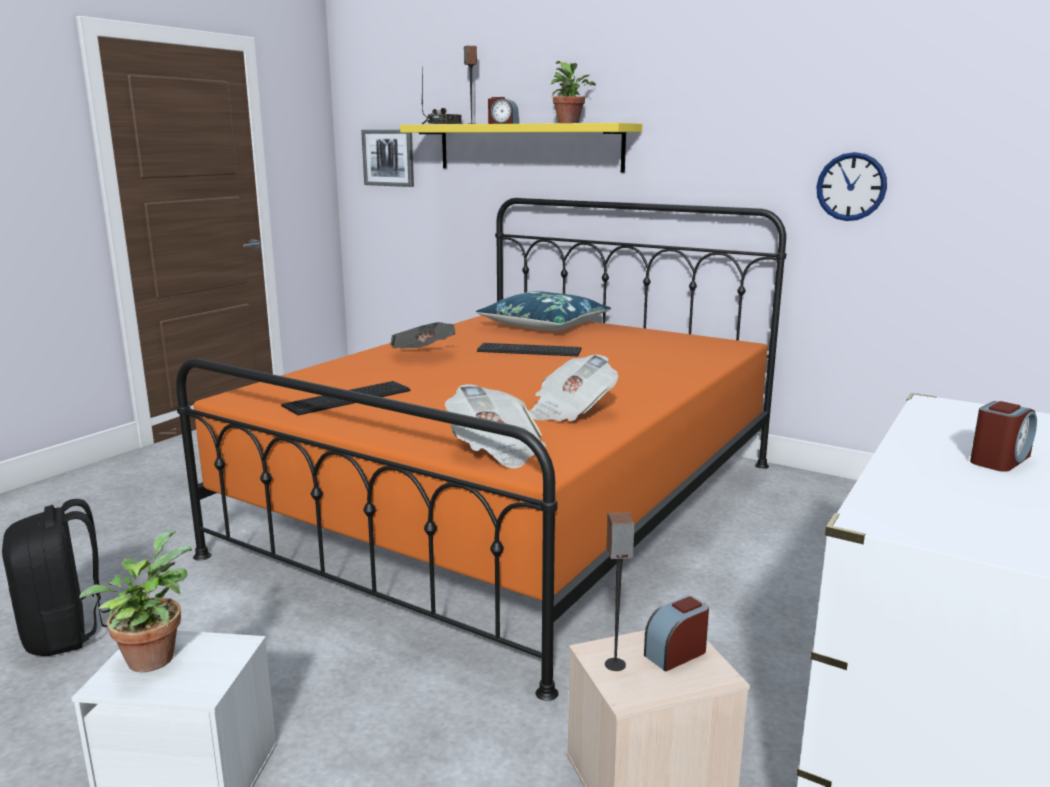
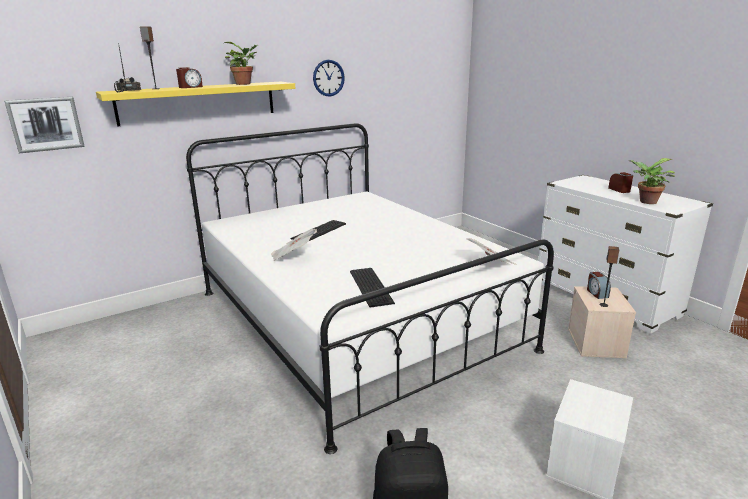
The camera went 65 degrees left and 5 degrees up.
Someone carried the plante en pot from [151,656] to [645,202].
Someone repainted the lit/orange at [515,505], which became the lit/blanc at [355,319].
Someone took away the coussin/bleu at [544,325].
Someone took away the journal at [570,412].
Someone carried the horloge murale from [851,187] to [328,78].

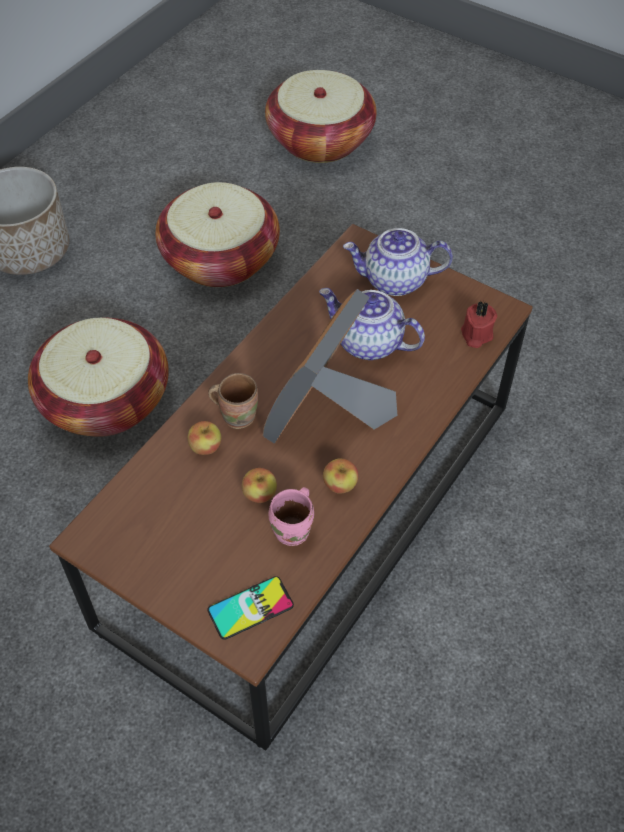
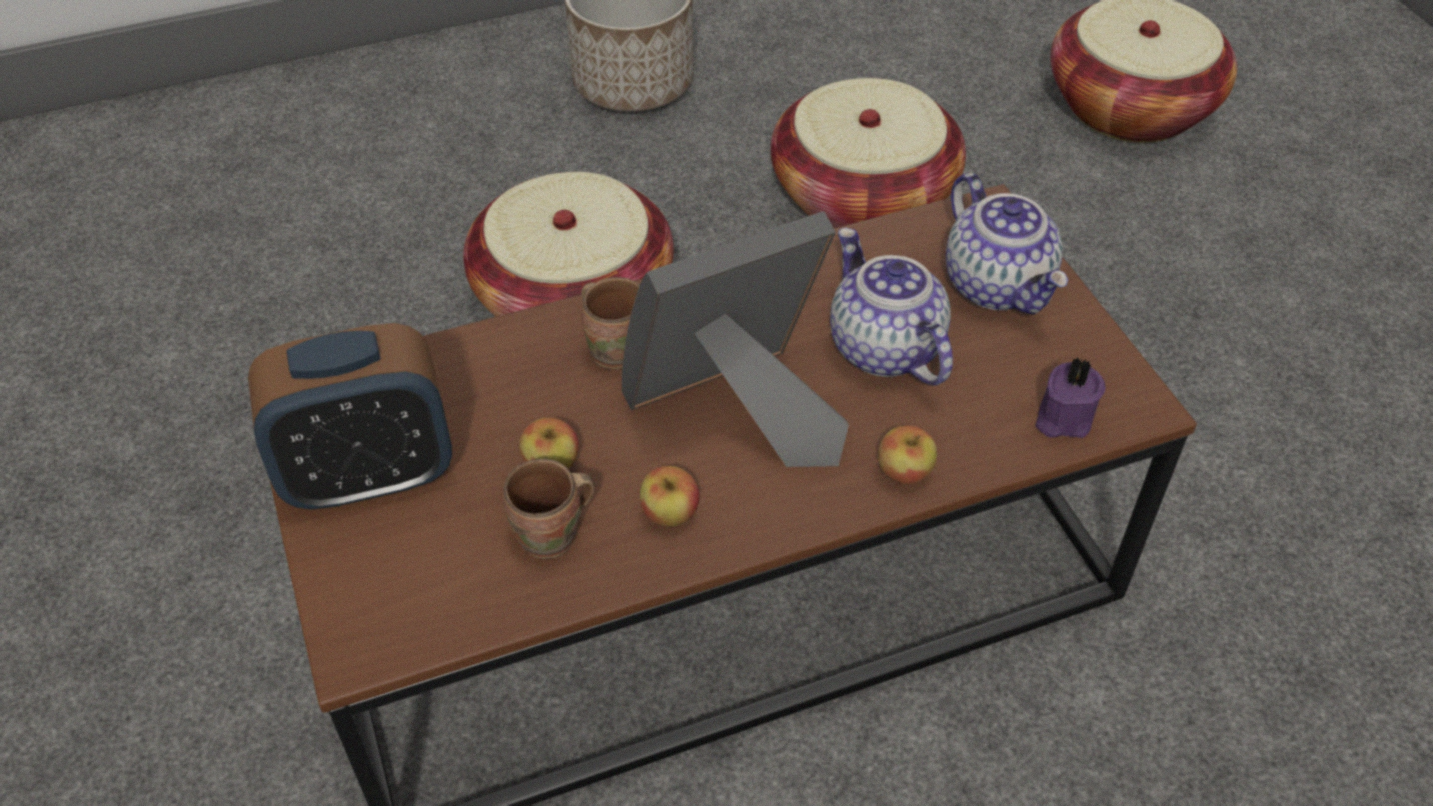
The camera went 35 degrees right and 5 degrees down.
Someone carried the pomme from [206,447] to [904,472].
Someone took away the téléphone at [250,608].
Someone repainted the mug/rose at [295,530], which became the mug/marron at [553,538].
Someone rotated the théière at [394,281] by 150 degrees counterclockwise.
Someone repainted the bougie/rouge at [475,335], which became the bougie/violet at [1062,418].
Someone put down the réveil at [369,476].

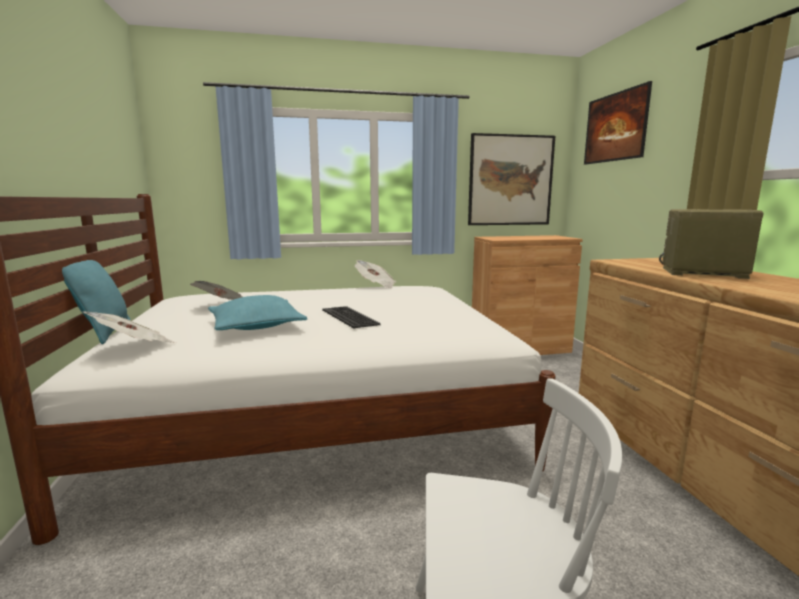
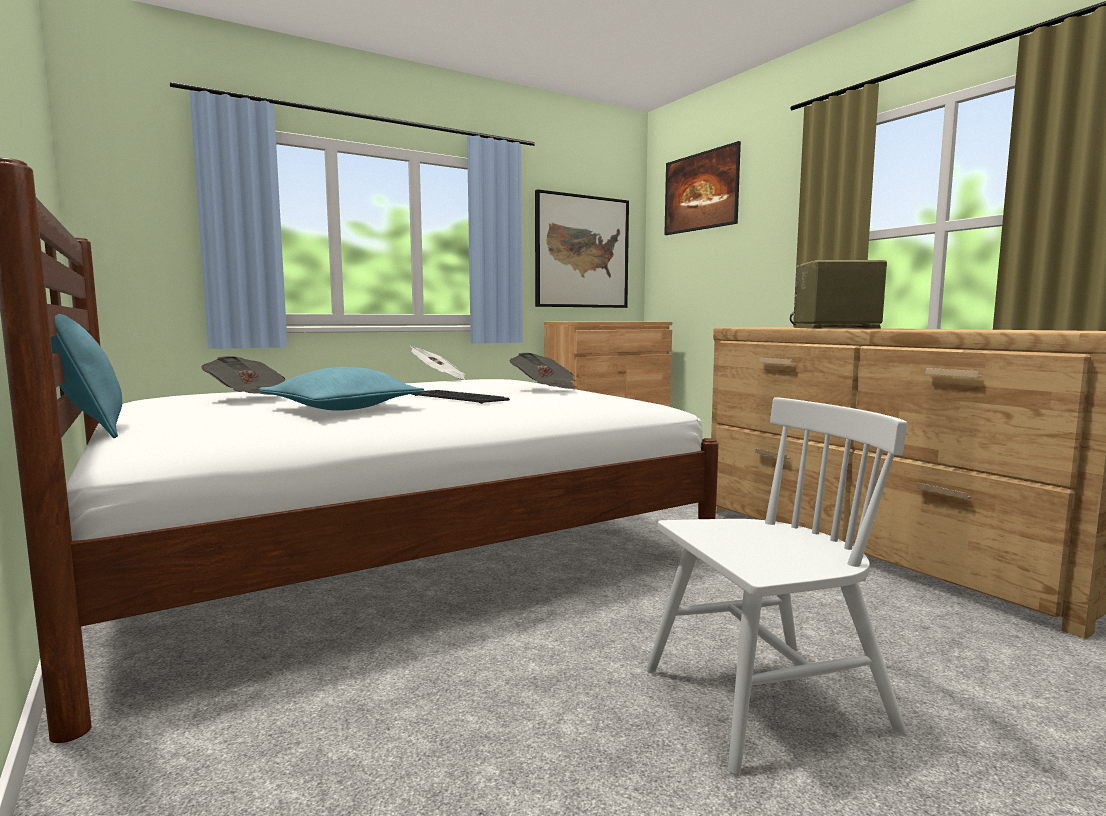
The camera went 20 degrees left and 5 degrees down.
Someone carried the journal from [135,346] to [546,391].

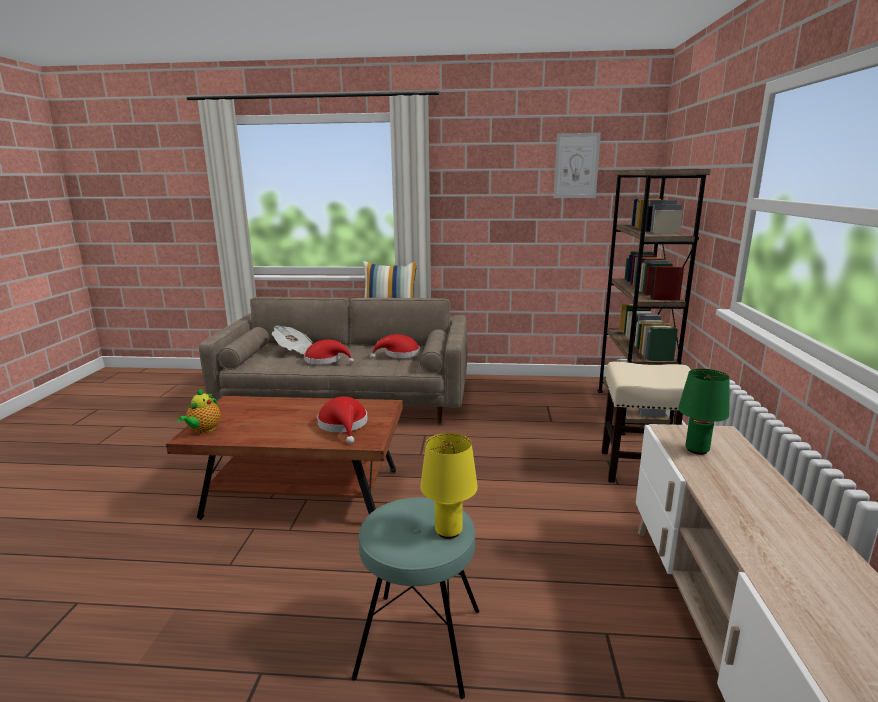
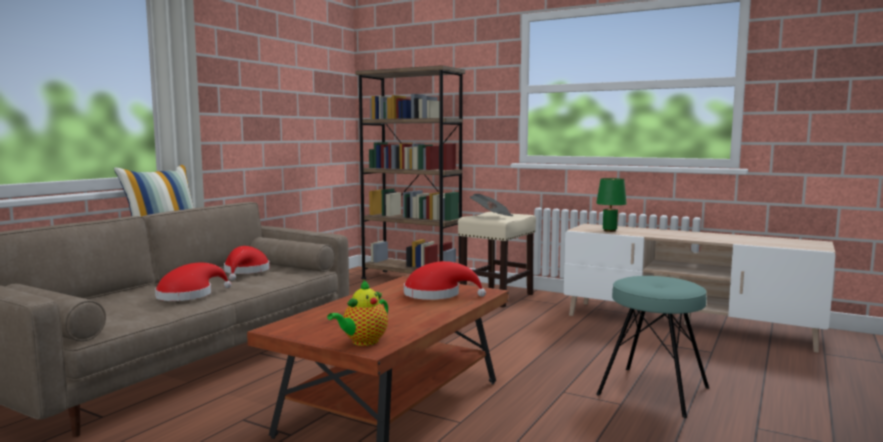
The camera went 65 degrees left and 10 degrees down.
Someone rotated the théière at [203,430] by 90 degrees clockwise.
Someone carried the journal from [295,351] to [492,217].
Someone took away the lampe de table/jaune at [449,531].
Someone took away the tableau at [576,166].

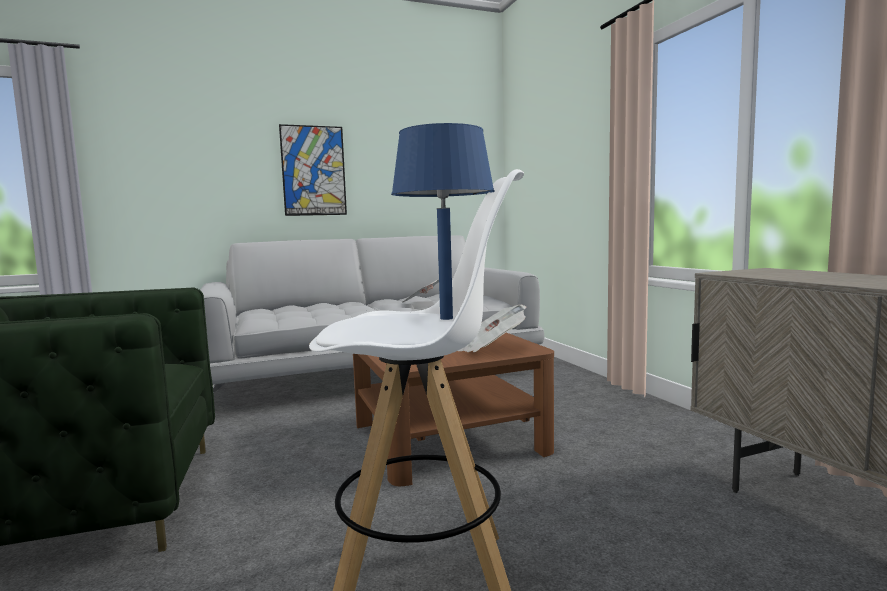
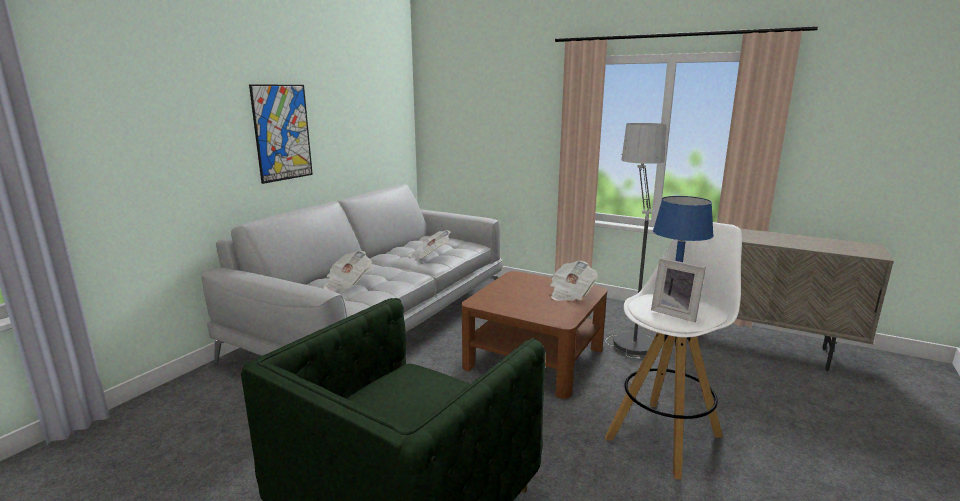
The camera went 40 degrees left and 10 degrees up.
Someone put down the journal at [347,283].
Someone put down the lampadaire at [629,332].
Someone put down the cadre photo at [675,313].

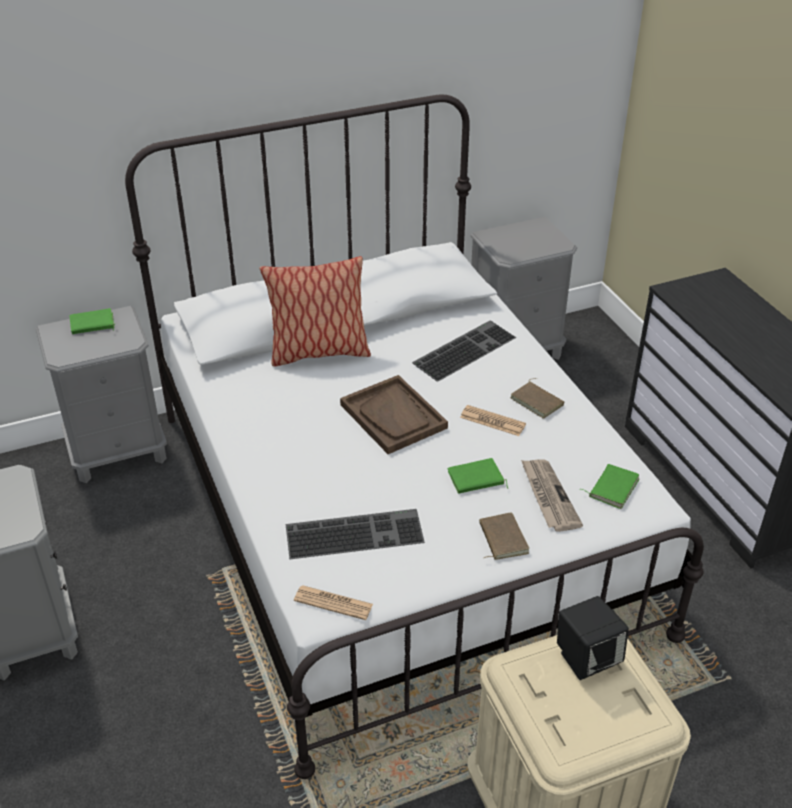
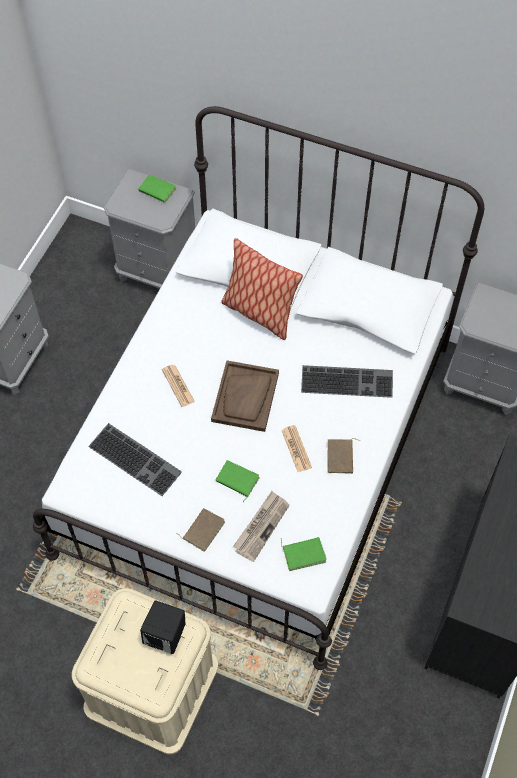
The camera went 45 degrees right and 20 degrees up.
Someone carried the journal from [333,603] to [178,386].

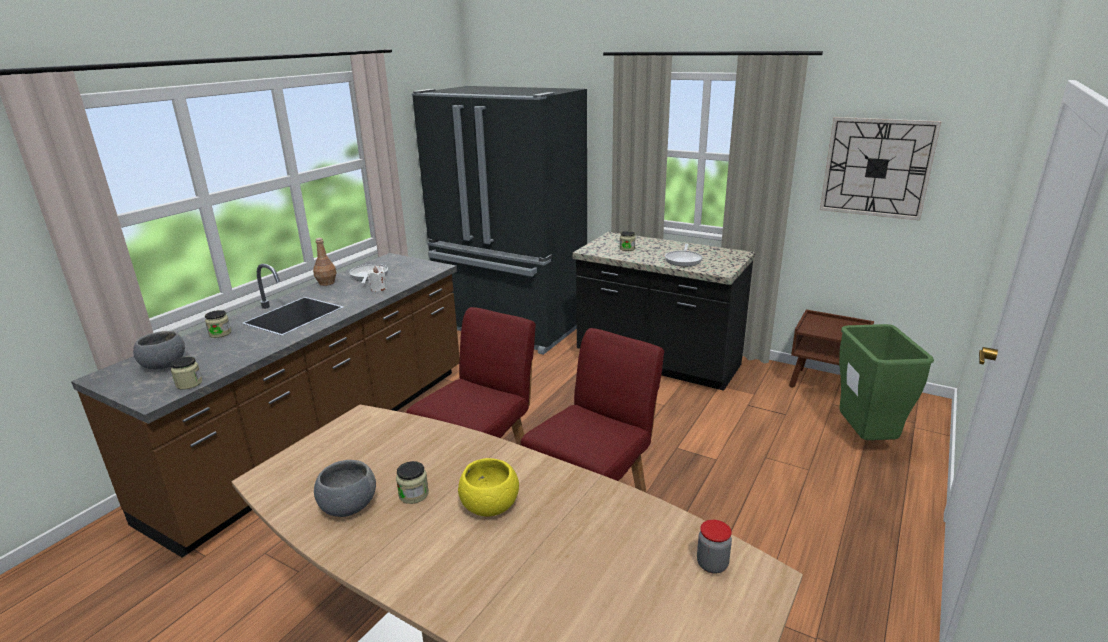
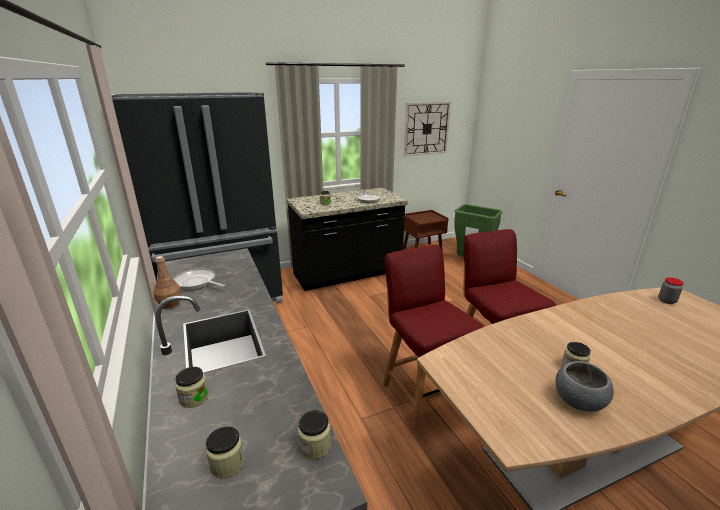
The camera went 55 degrees left and 0 degrees up.
Someone swapped the bol/gris at [164,365] for the bocal at [227,463].
Someone took away the bougie/blanc at [378,289].
Someone took away the bol/jaune at [490,505].

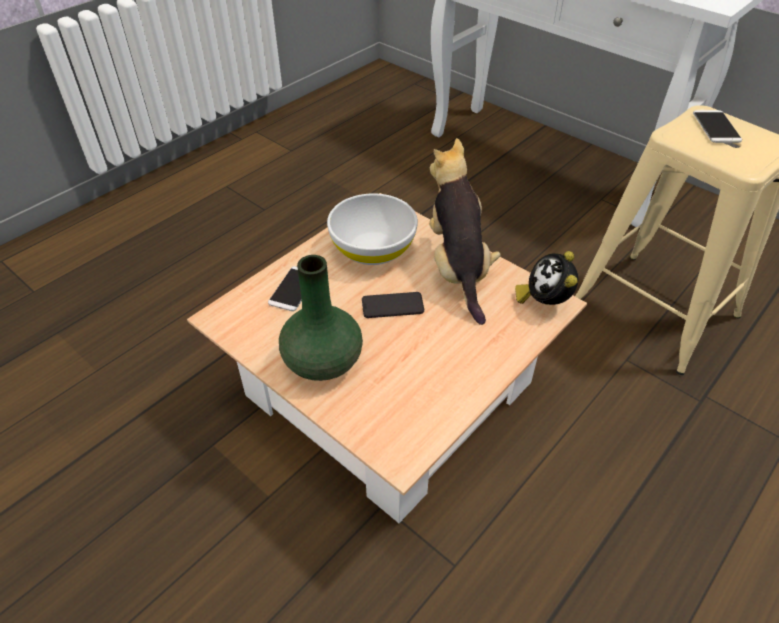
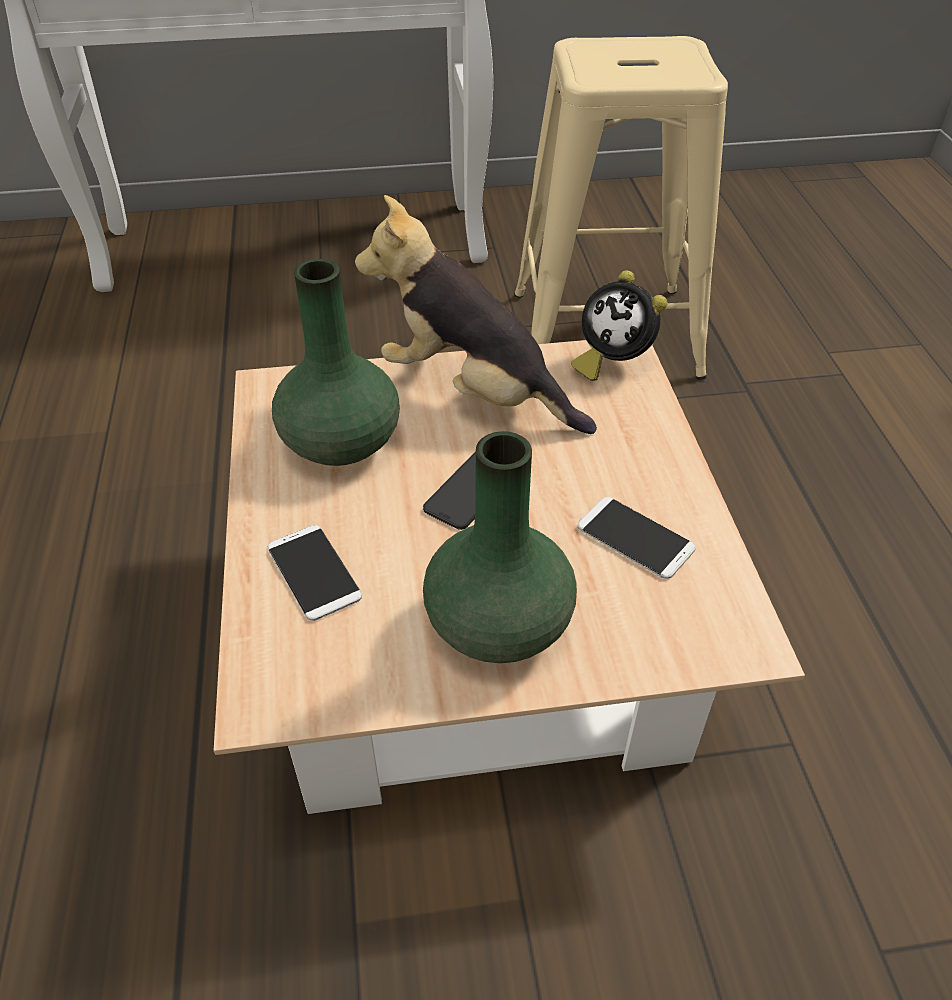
The camera went 50 degrees left and 0 degrees up.
Someone swapped the bol/blanc at [372,249] for the vase/vert at [340,444].
Someone carried the téléphone from [716,127] to [635,538].

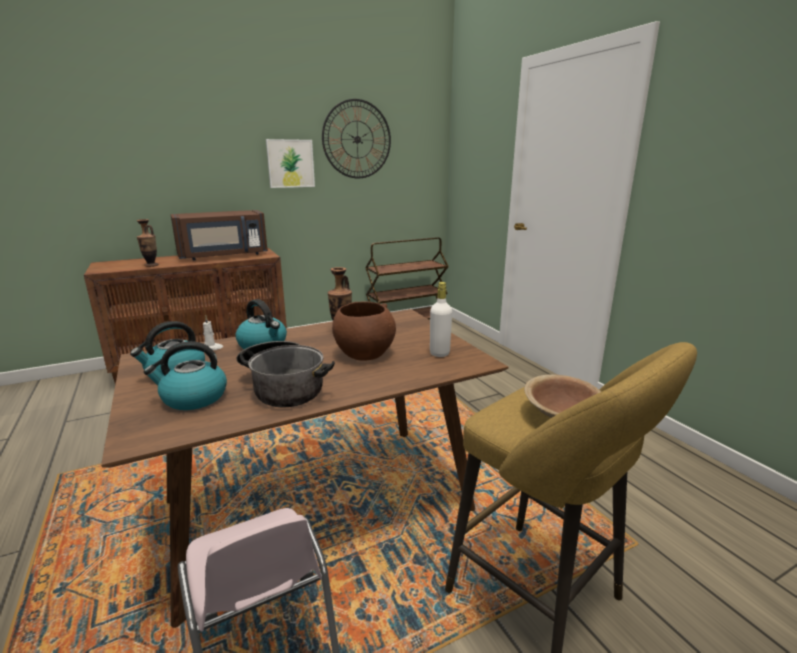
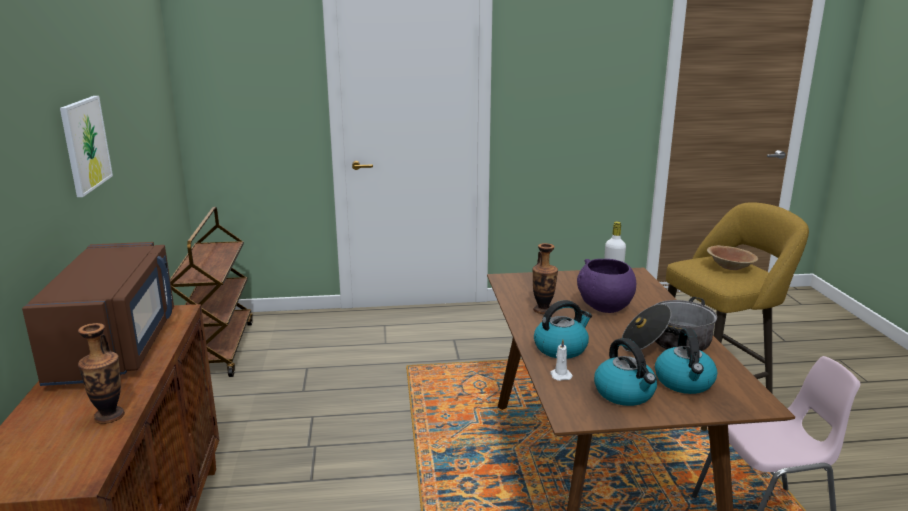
The camera went 70 degrees left and 0 degrees up.
Someone took away the horloge murale at [357,139].
Someone repainted the bol/marron at [364,354], which became the bol/violet at [604,307].

